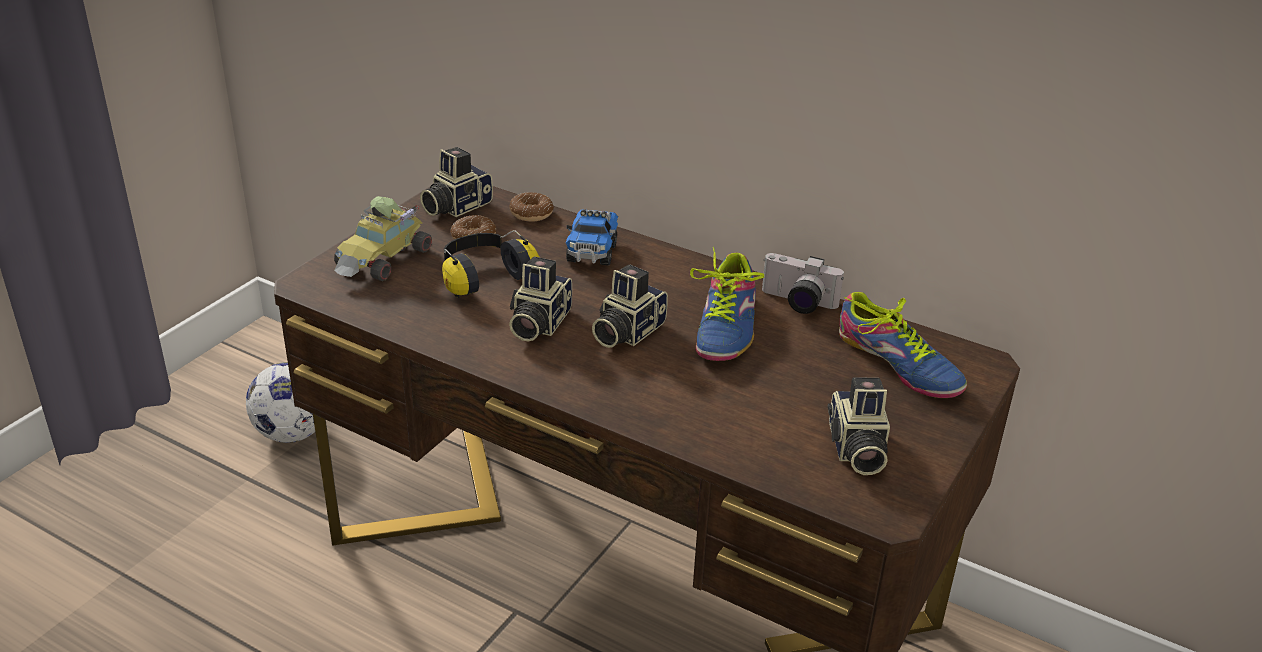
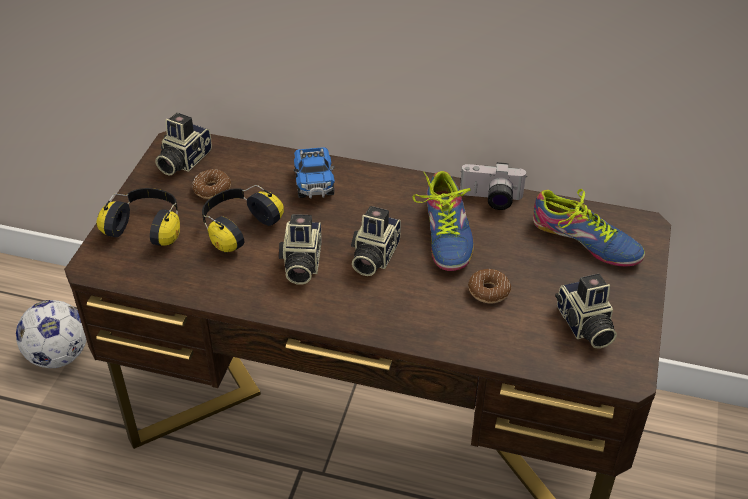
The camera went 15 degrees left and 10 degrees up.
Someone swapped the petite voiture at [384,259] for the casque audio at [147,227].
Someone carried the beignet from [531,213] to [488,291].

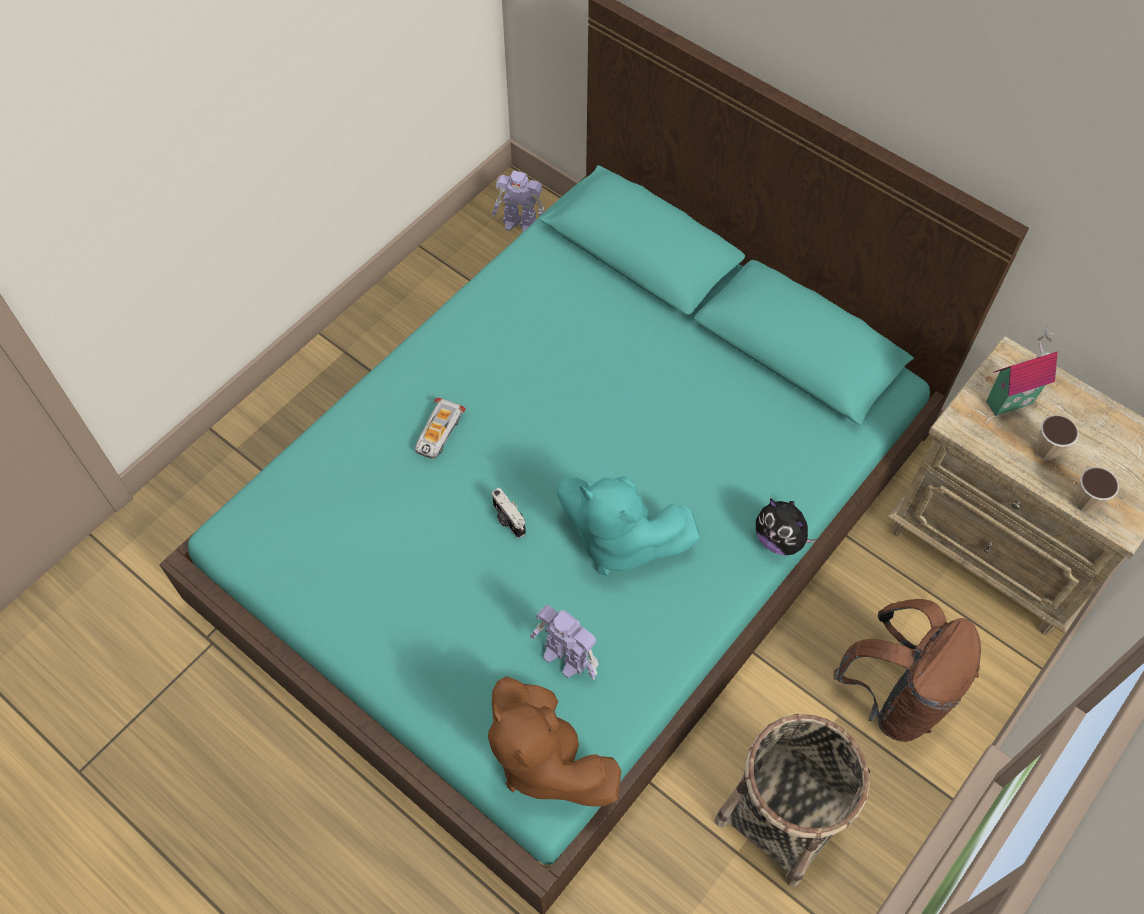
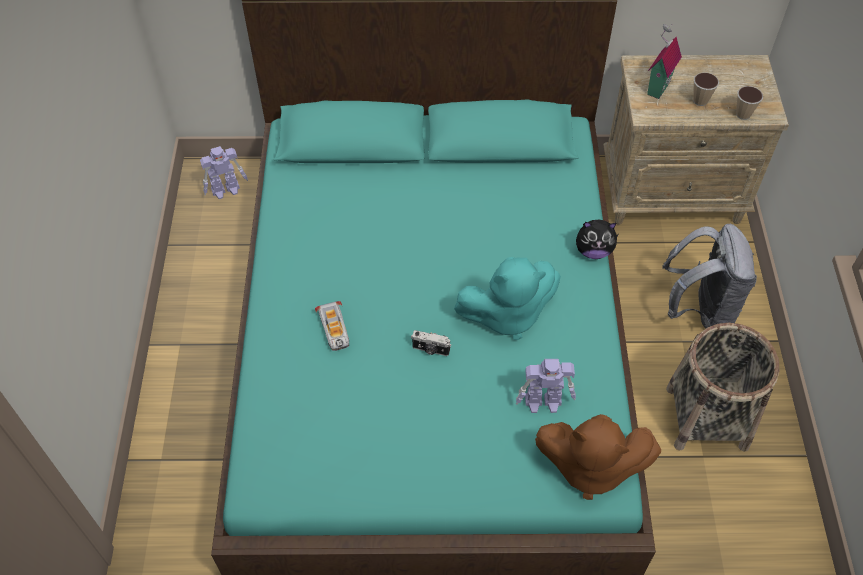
The camera went 40 degrees left and 5 degrees down.
Someone repainted the sac à dos/marron at [896,695], which became the sac à dos/gris at [700,309].

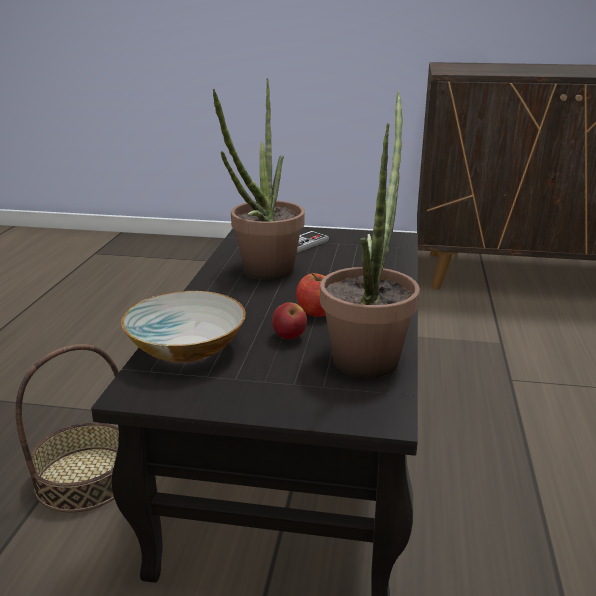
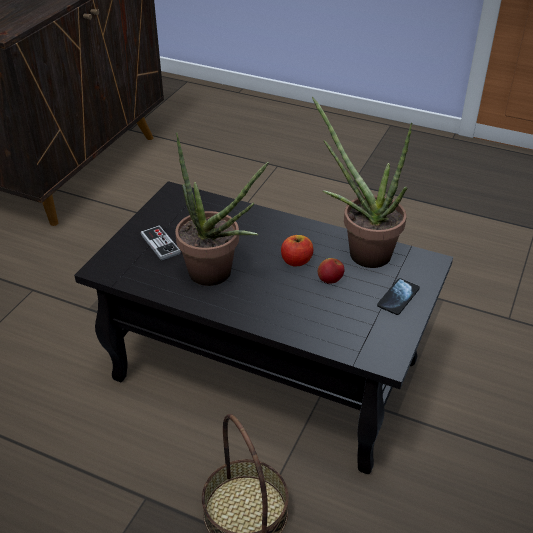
The camera went 75 degrees left and 15 degrees up.
Someone took away the bol at [186,349].
Someone put down the téléphone at [398,297].

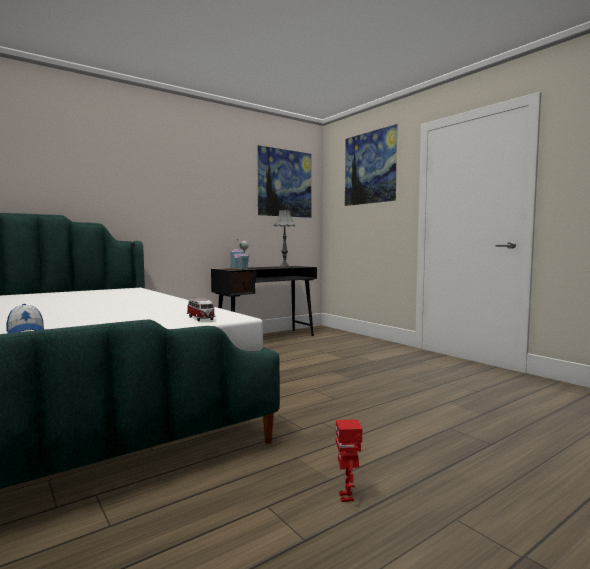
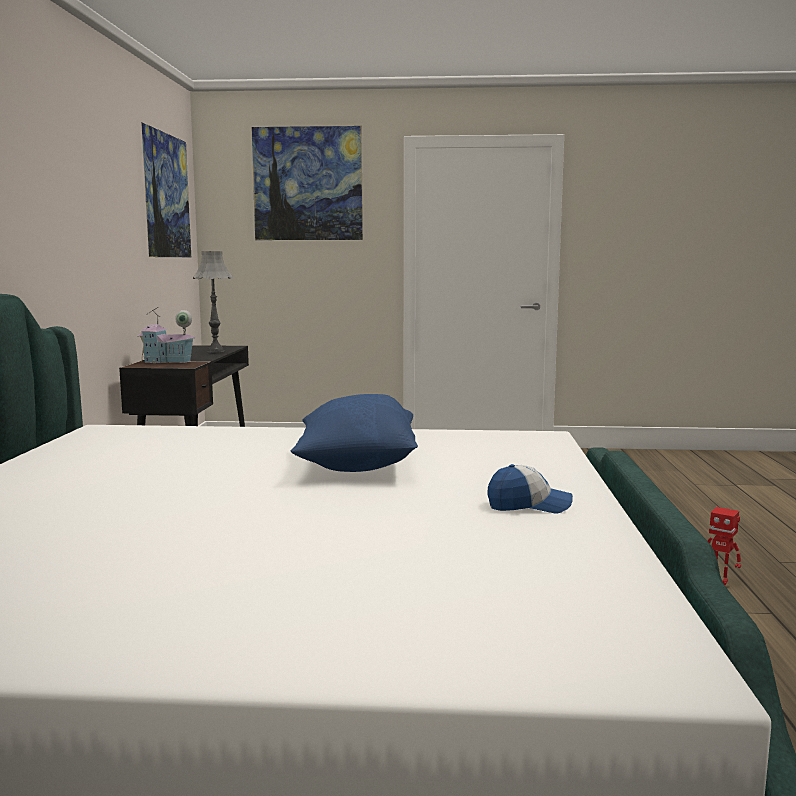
The camera went 50 degrees left and 5 degrees up.
Someone took away the petite voiture at [201,318].
Someone put down the coussin/bleu at [357,466].

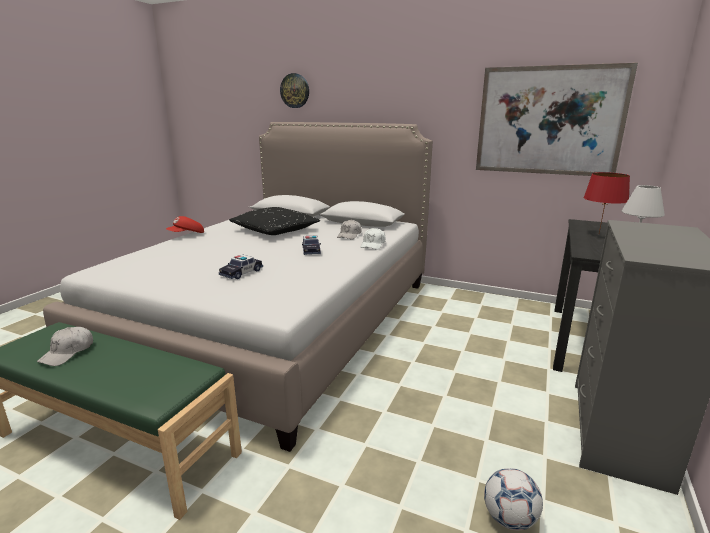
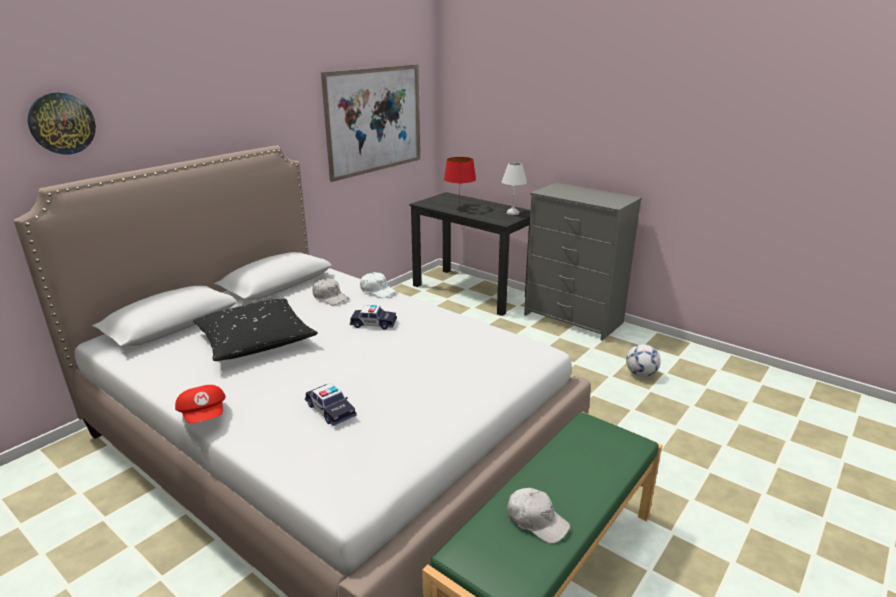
The camera went 75 degrees left and 5 degrees up.
Someone carried the petite voiture from [241,273] to [330,410].

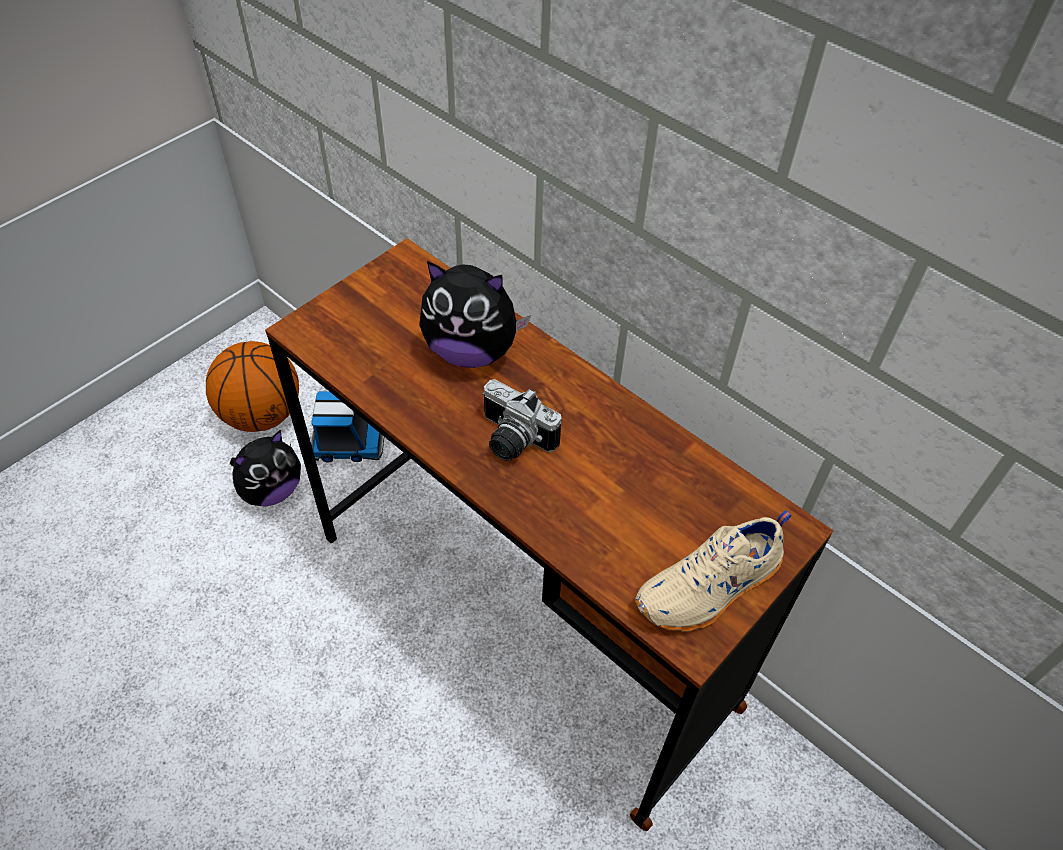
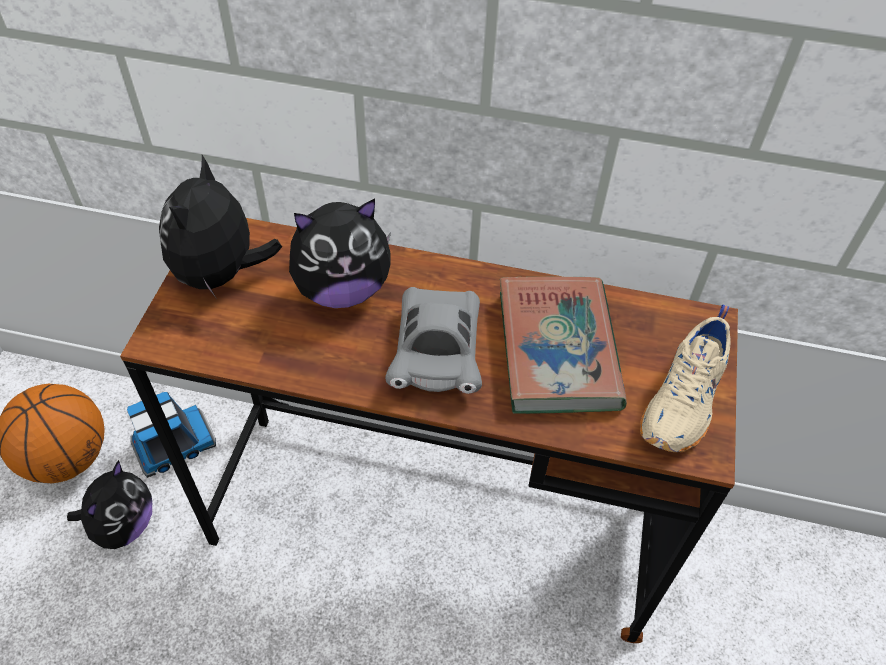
The camera went 30 degrees left and 0 degrees up.
Someone swapped the appareil photo at [511,440] for the petite voiture/gris at [437,354].
Someone put down the peluche at [221,274].
Someone put down the livre at [557,350].

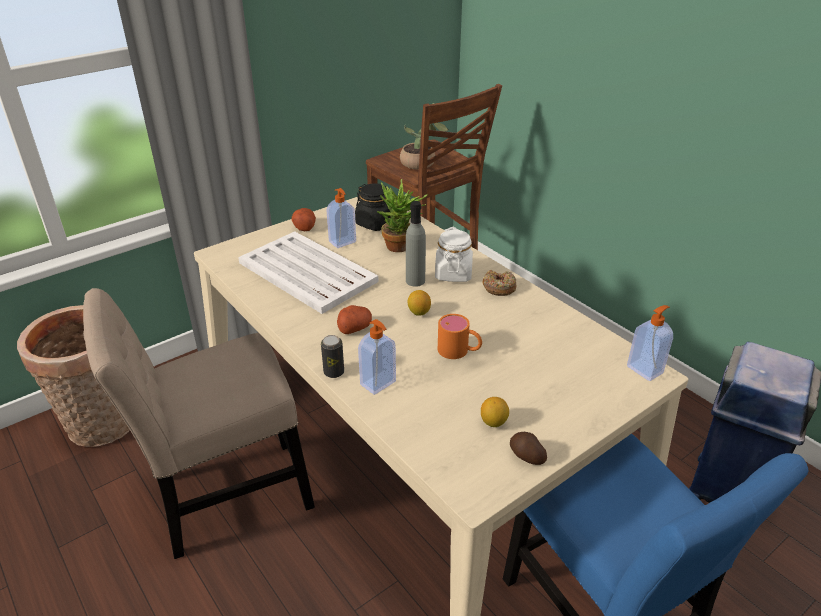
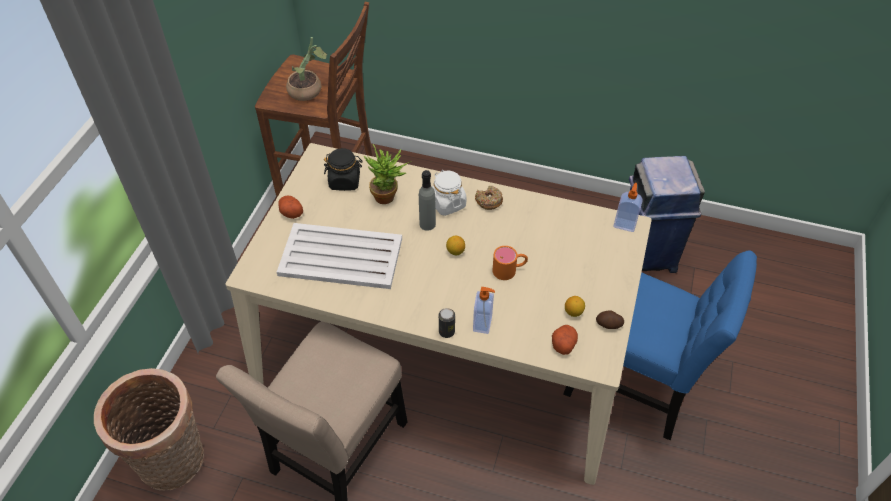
The camera went 35 degrees left and 15 degrees up.
Someone took away the distributeur de savon at [343,242].
Someone carried the pomme de terre from [354,328] to [563,343].

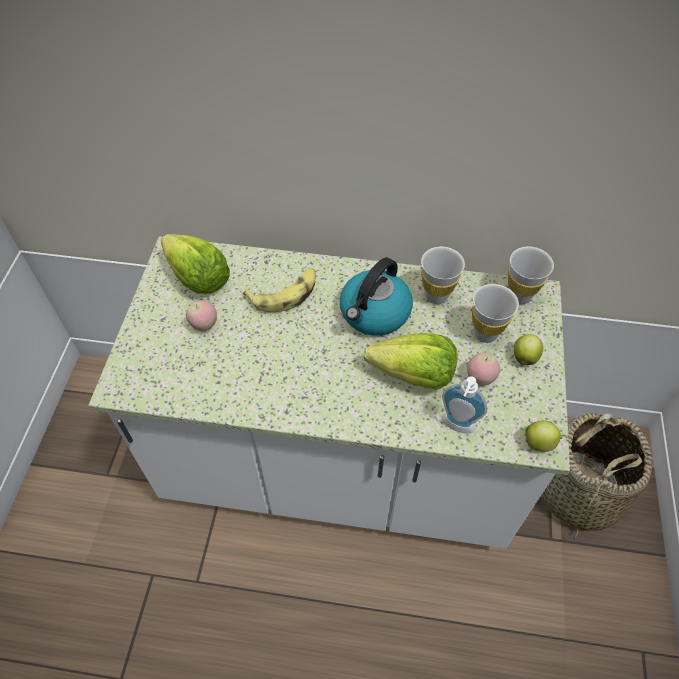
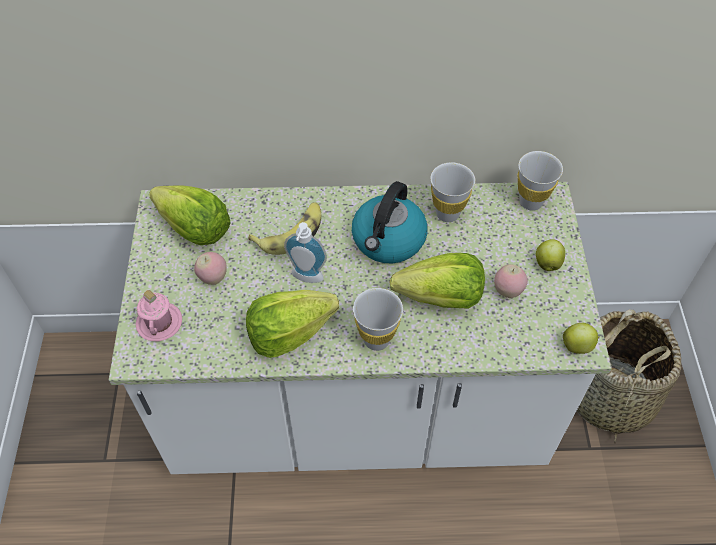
The camera went 10 degrees left and 0 degrees up.
Someone carried the distributeur de savon from [456,427] to [306,278].
Someone carried the tasse/blanc from [485,333] to [376,339].
Someone put down the mug/rose at [159,323].
Someone put down the laitue at [289,333].

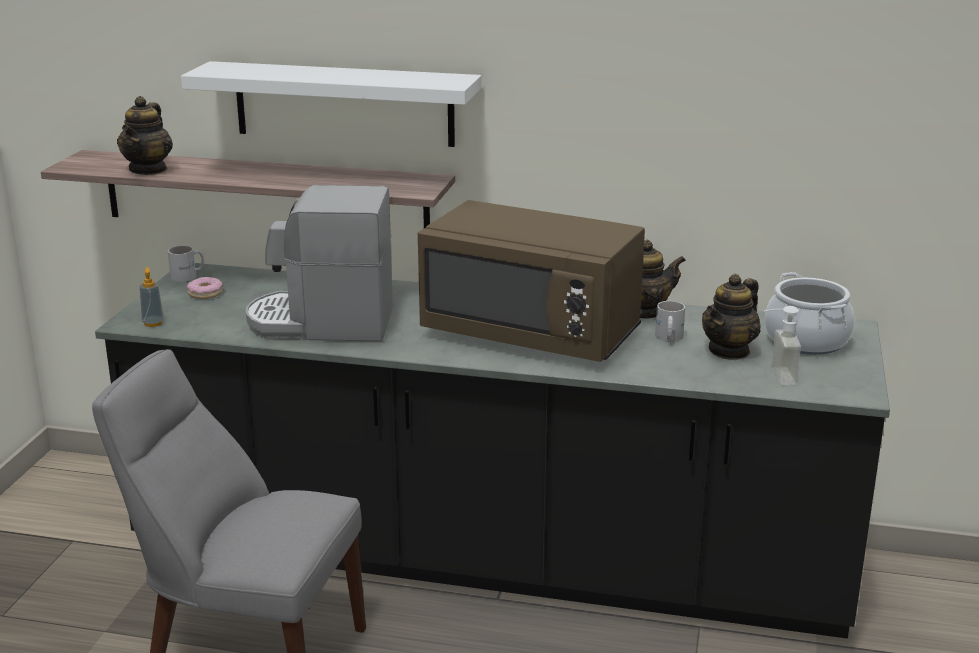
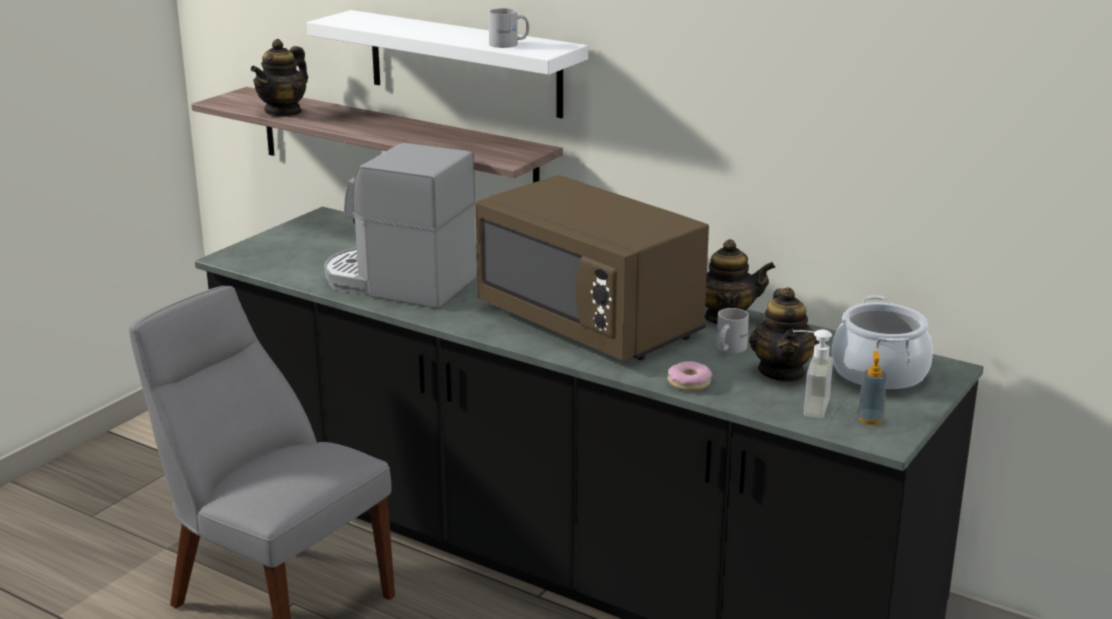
The camera went 20 degrees right and 0 degrees up.
Someone carried the distributeur de savon from [153,323] to [870,419].
Someone carried the mug/blanc from [188,276] to [509,44].
Someone carried the beignet from [205,293] to [689,383].
Someone rotated the théière at [729,351] by 60 degrees counterclockwise.

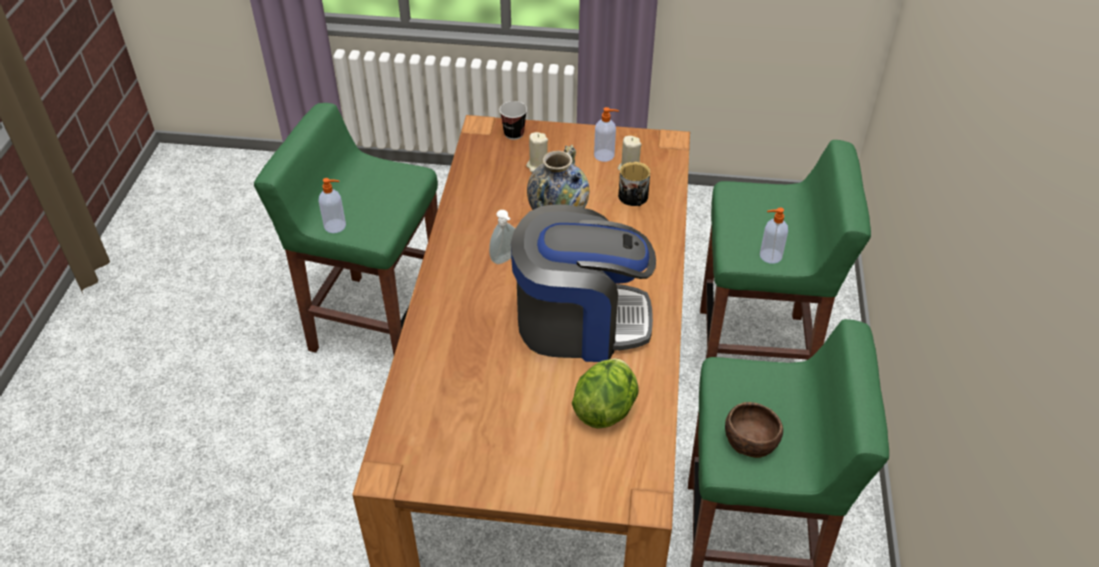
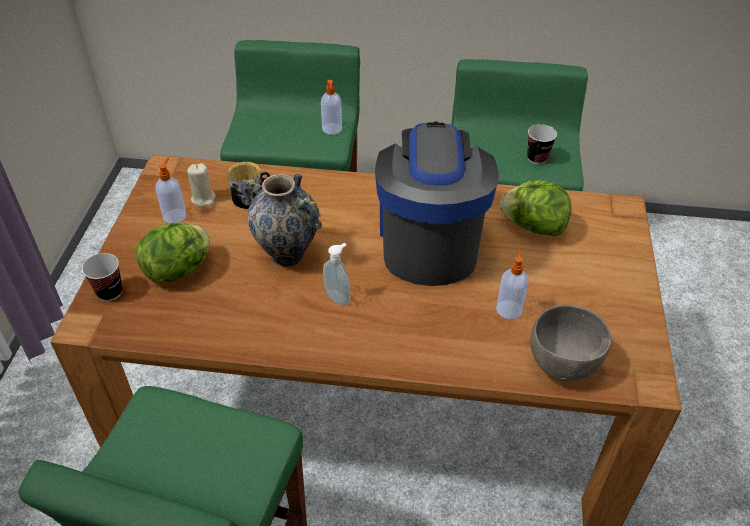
The camera went 90 degrees left and 0 degrees up.
Someone carried the distributeur de savon from [336,226] to [509,309].
Someone swapped the bougie/beige at [538,165] for the laitue at [179,270].
Someone swapped the bol/marron at [750,439] for the tasse at [537,158].
Someone put down the bol/gris at [561,364].

